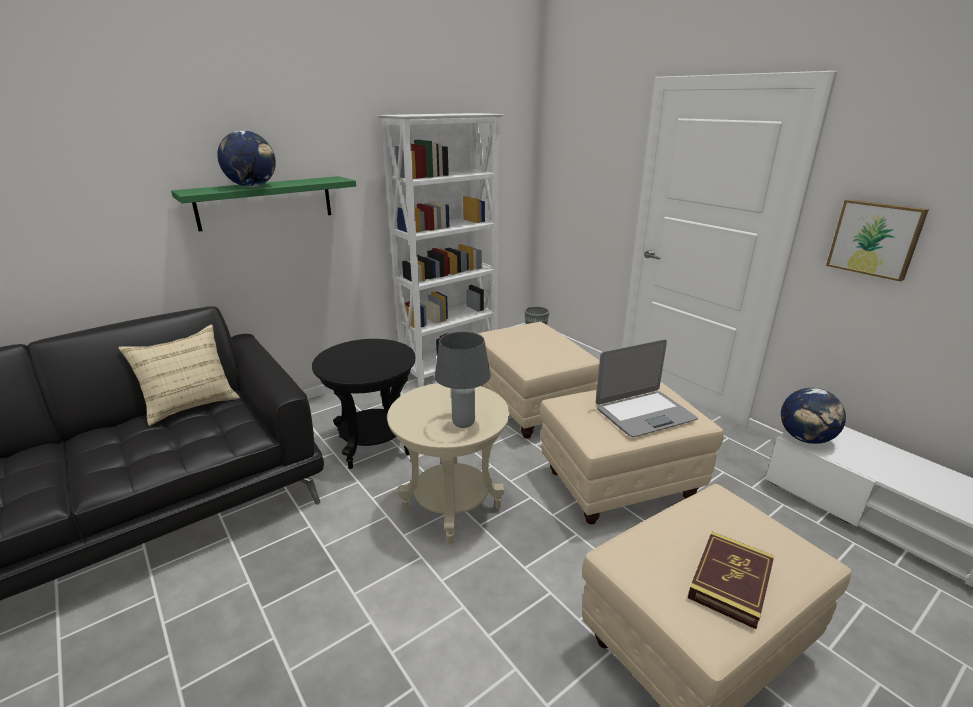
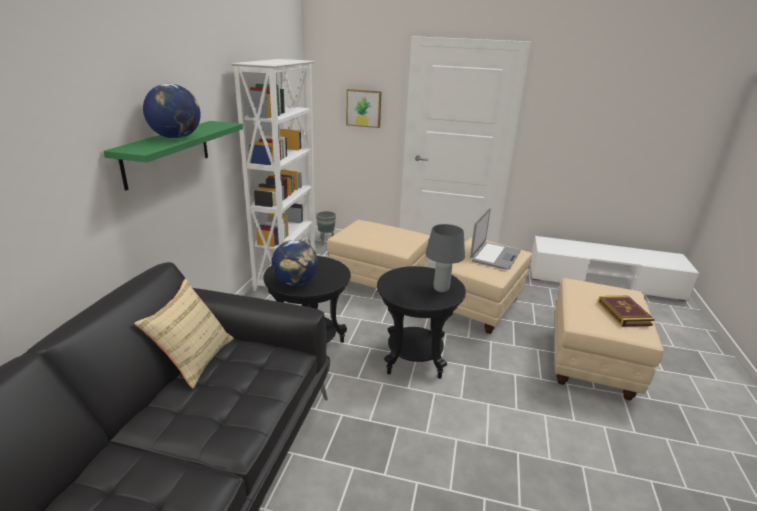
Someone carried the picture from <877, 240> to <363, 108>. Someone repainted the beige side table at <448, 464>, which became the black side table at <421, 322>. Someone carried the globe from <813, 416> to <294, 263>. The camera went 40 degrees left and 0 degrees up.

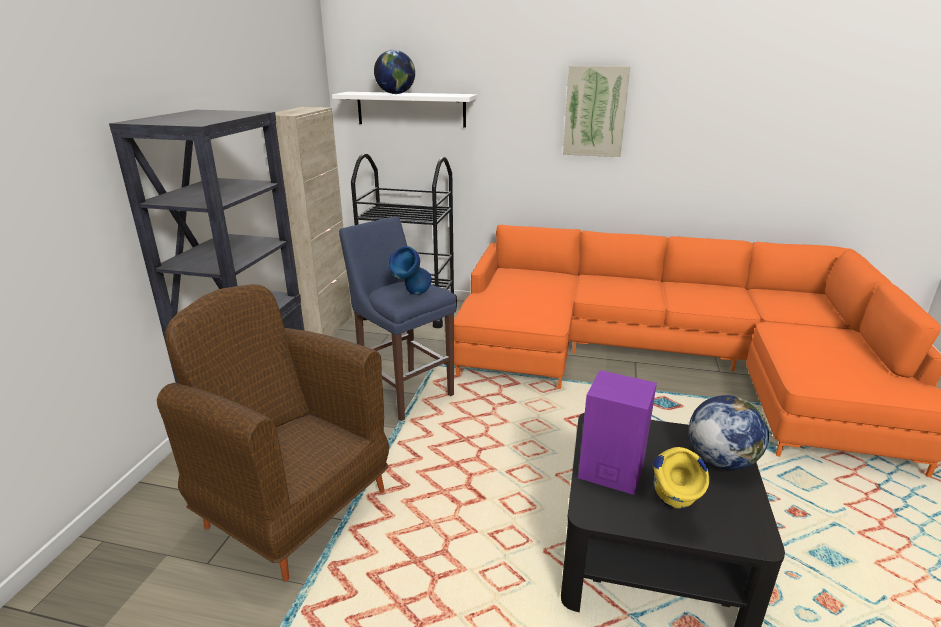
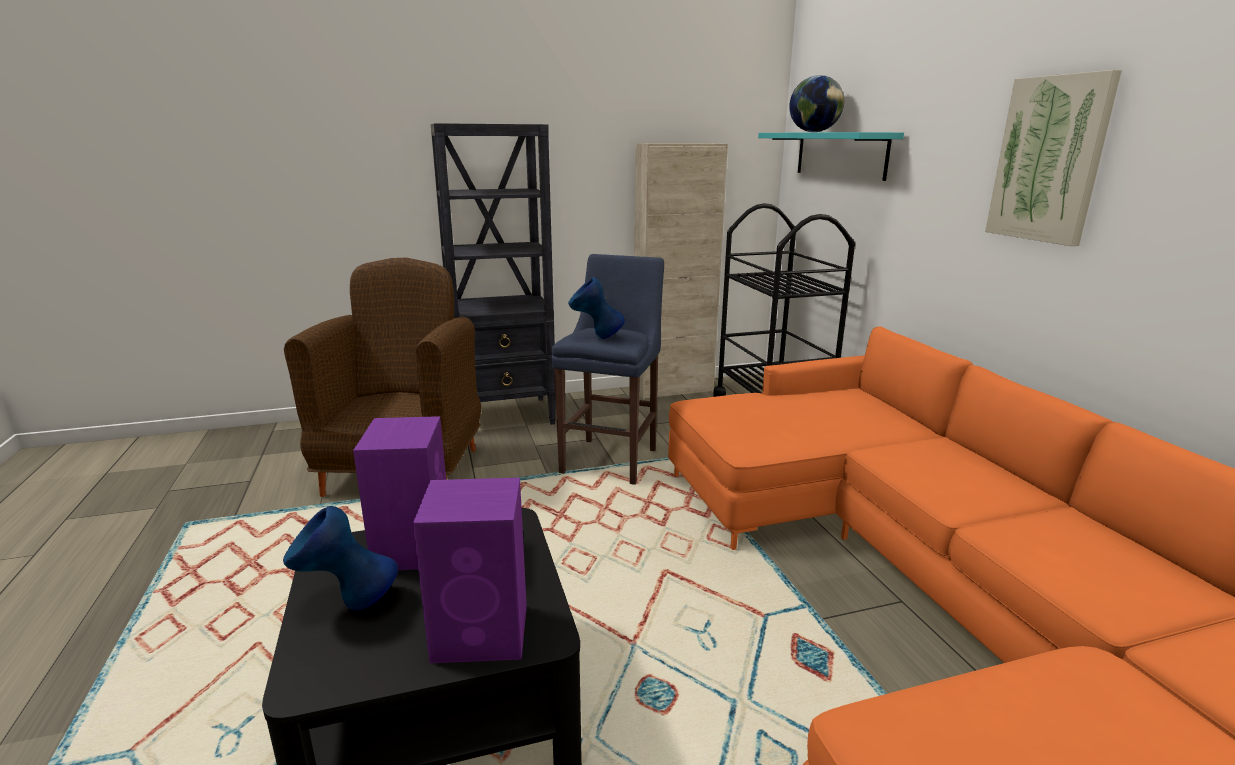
Someone repainted the white shelf at <404, 110>, which became the turquoise shelf at <831, 156>. Someone swapped the globe at <729, 432> for the purple speaker at <470, 570>. Someone repainted the yellow vase at <681, 478>, which became the blue vase at <340, 558>. The camera went 60 degrees right and 5 degrees down.

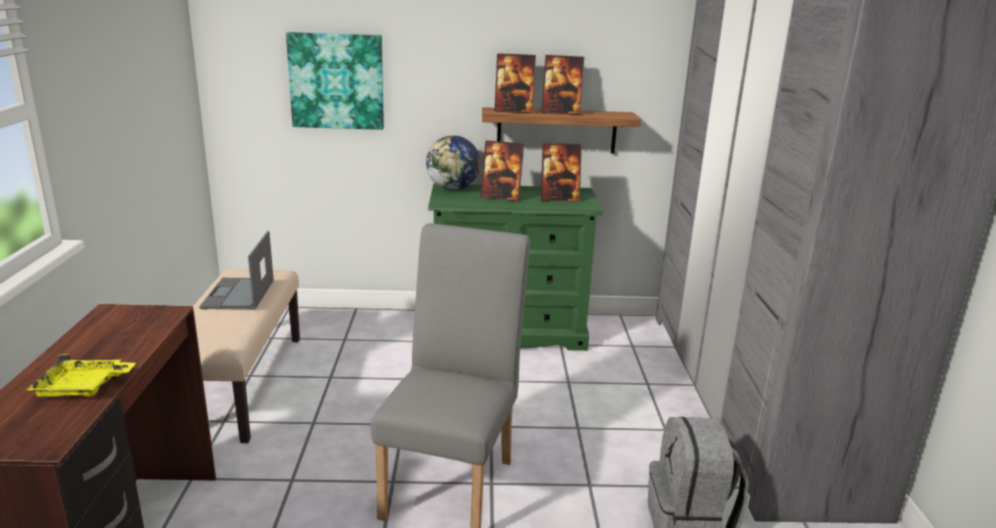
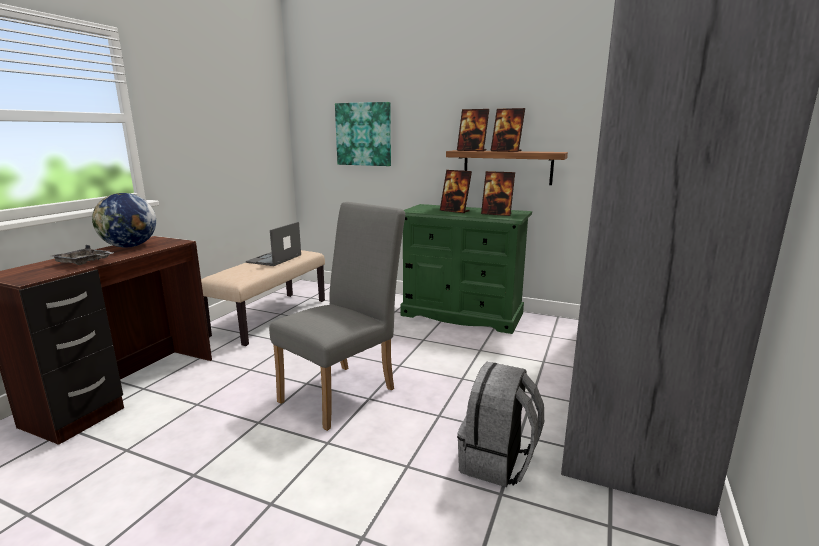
Someone carried the globe from <453, 162> to <124, 220>. Someone repainted the yellow tray at <81, 375>, which became the grey tray at <82, 255>. The camera went 25 degrees right and 5 degrees down.

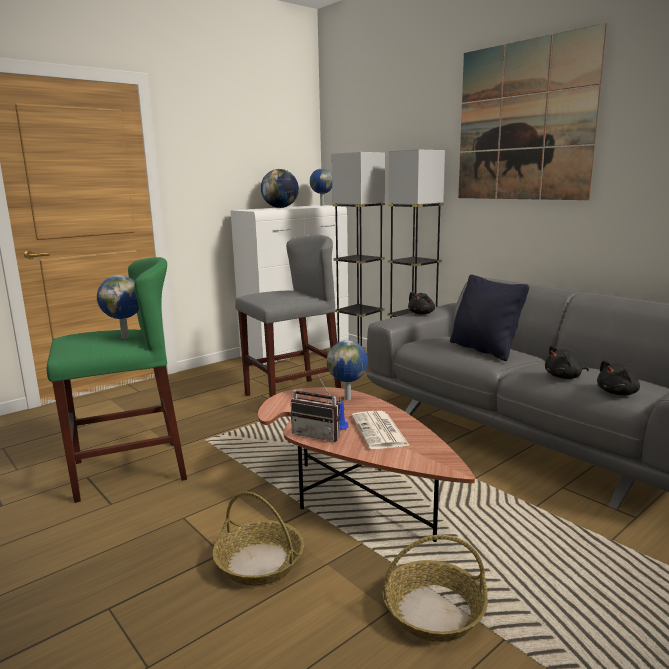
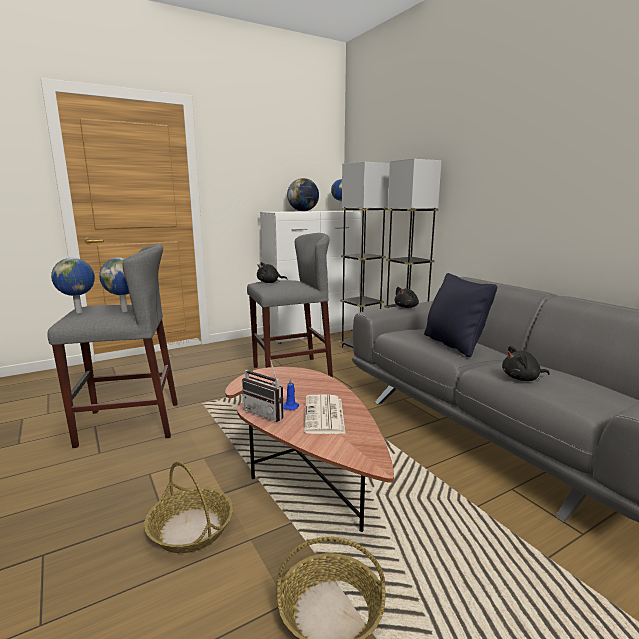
Someone took away the picture at <532, 111>. Someone repainted the green stool at <117, 380>, which became the grey stool at <112, 346>. Someone carried the globe from <347, 370> to <73, 285>. Someone carried the black plush toy from <618, 377> to <272, 272>. The camera went 10 degrees right and 0 degrees up.

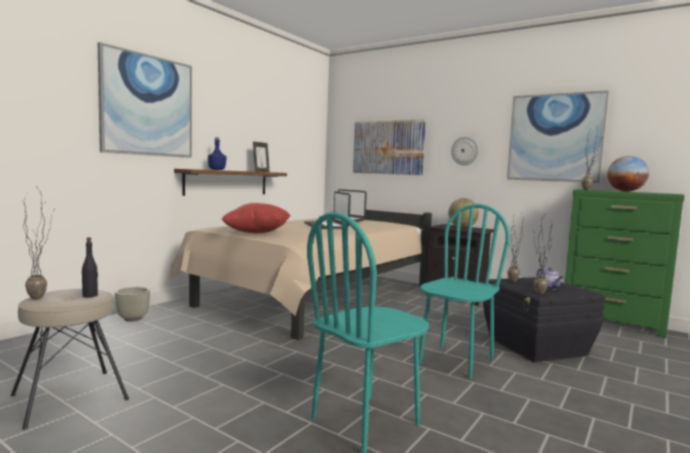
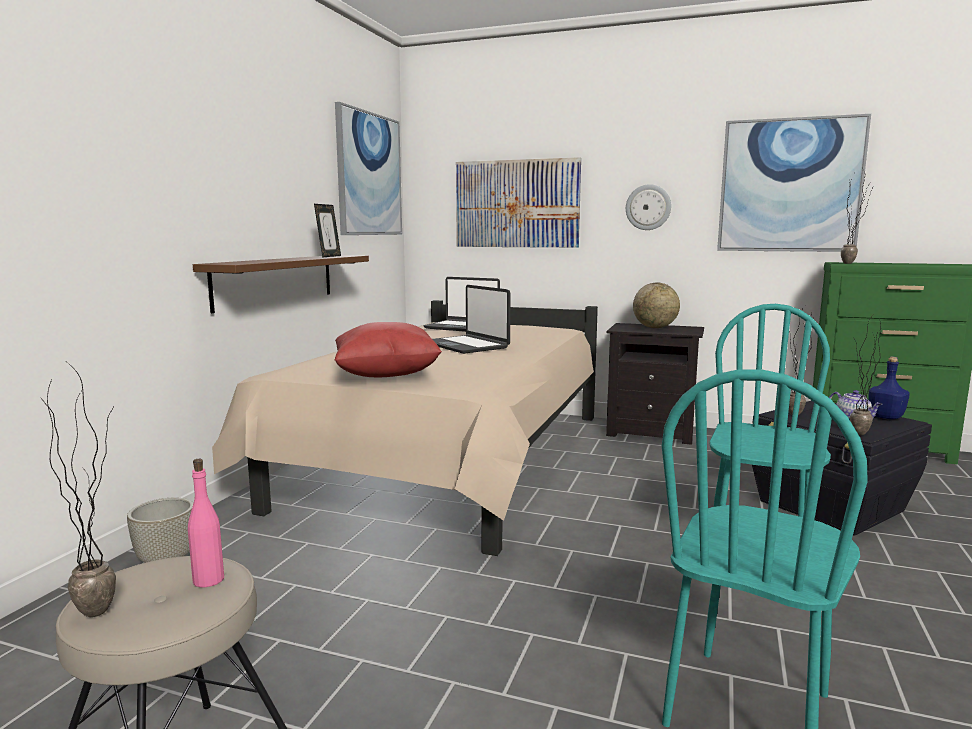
Someone carried the picture from <145, 100> to <368, 168>. Someone carried the blue bottle from <217, 153> to <889, 388>. Someone took away the globe at <628, 174>. Someone repainted the black bottle at <90, 267>, which became the pink bottle at <206, 523>. The camera went 15 degrees left and 5 degrees up.

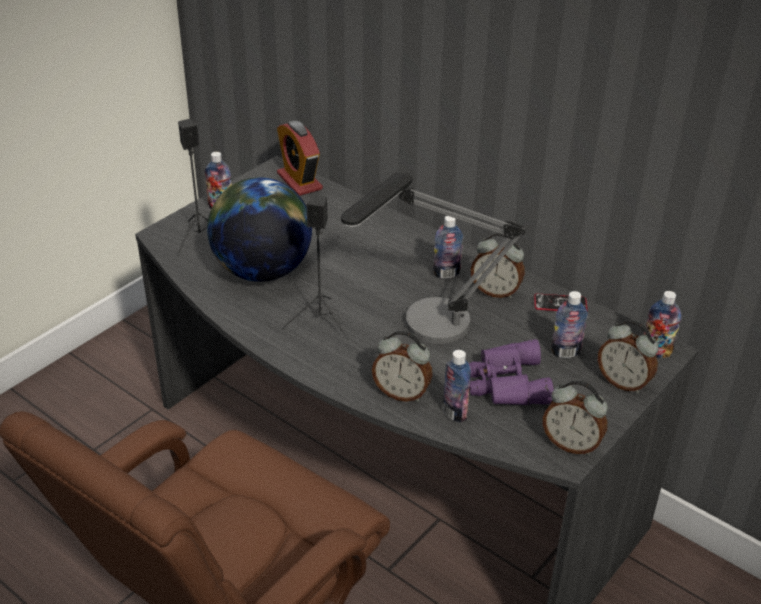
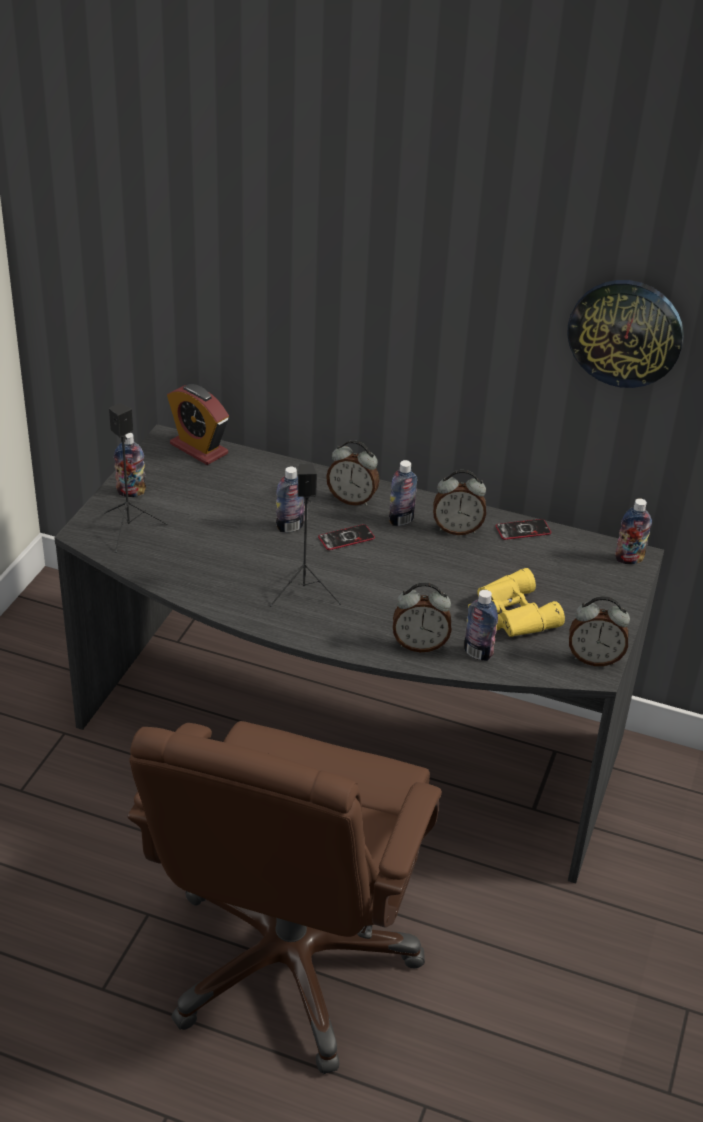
Someone took away the table lamp at <433, 258>. Someone took away the globe at <259, 229>. Someone carried the bottle from <569, 324> to <290, 499>. Someone carried the alarm clock from <628, 356> to <353, 473>. Someone repainted the purple binoculars at <511, 372>, which became the yellow binoculars at <516, 602>. Someone put up the wall clock at <625, 334>. Someone put down the phone at <346, 537>. The camera went 20 degrees left and 0 degrees up.

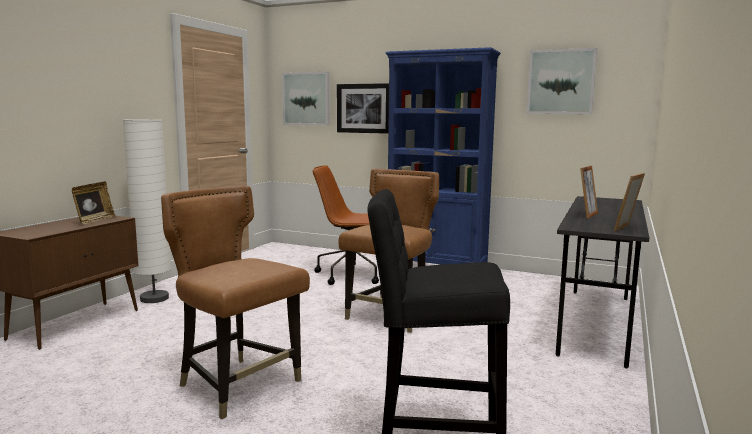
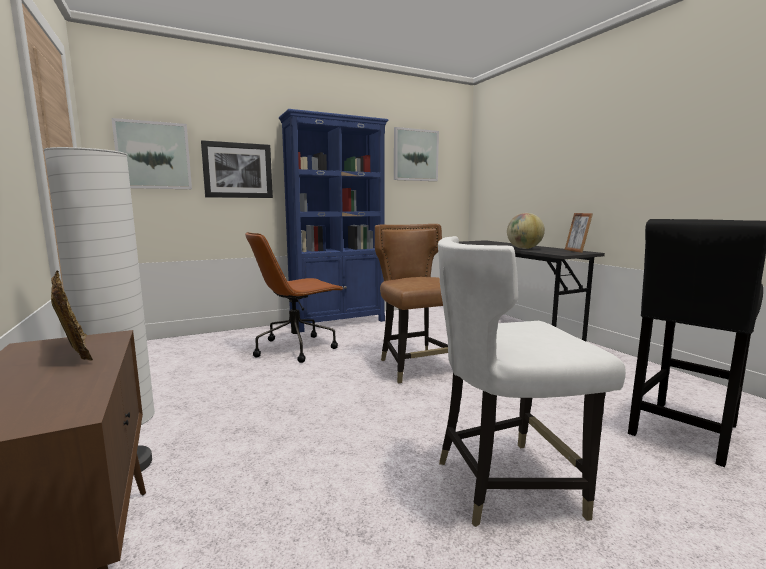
Someone swapped the picture frame at <589, 192> for the globe at <526, 231>. Someone repainted the brown chair at <235, 302>, which became the white chair at <532, 381>. The camera went 50 degrees left and 0 degrees up.

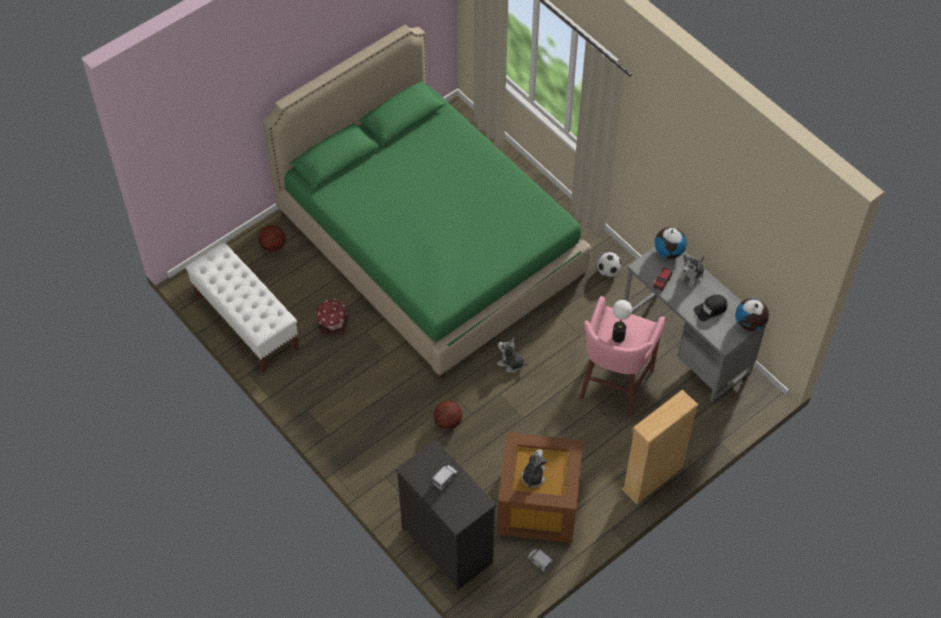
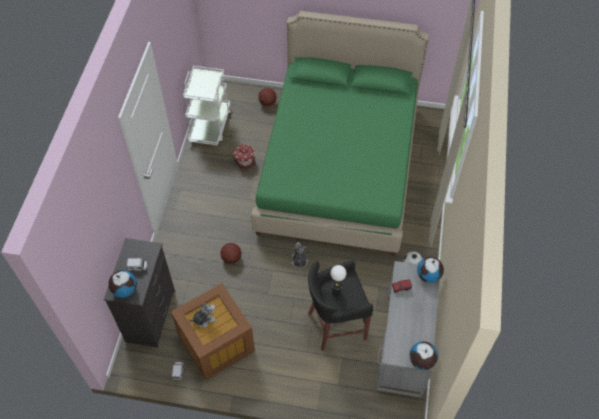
Someone swapped the white bench at <242, 307> for the white cart at <207, 106>. Someone took away the plush toy at <691, 271>. Someone took away the black cap at <710, 308>. Someone repainted the pink stool at <622, 356>, which became the black stool at <340, 305>. Someone took away the beige bookcase at <660, 447>. Someone put down the globe at <122, 284>. The camera went 50 degrees right and 0 degrees up.

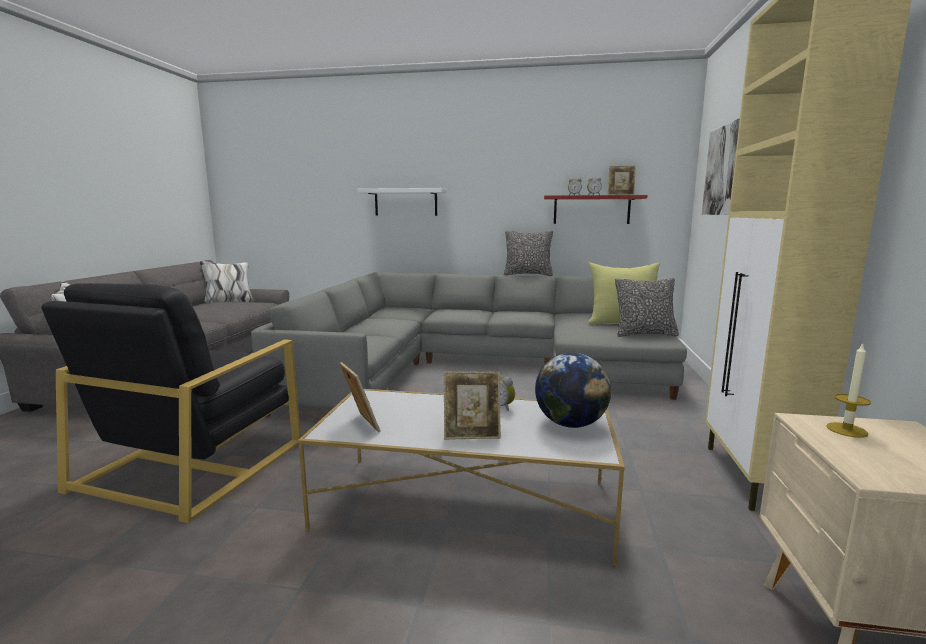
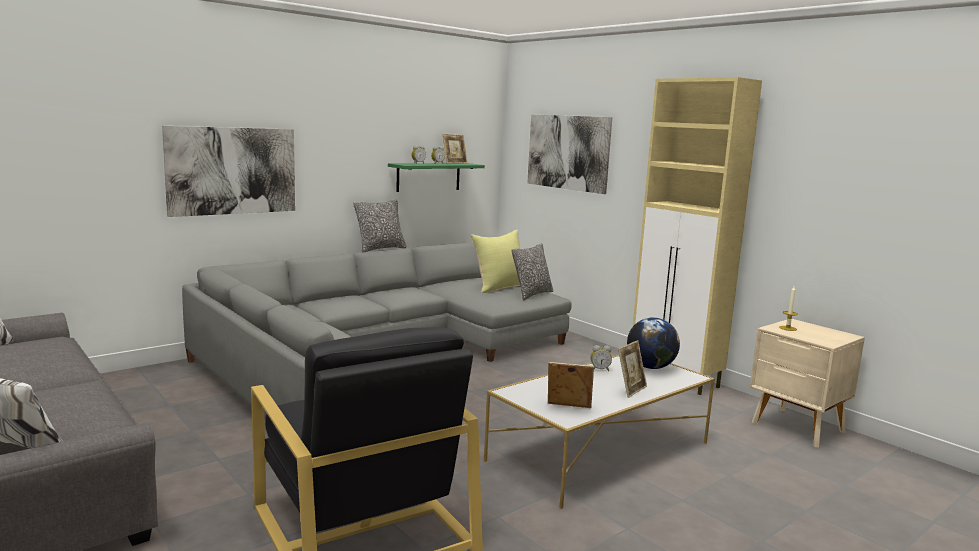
Someone swapped the white shelf at <402, 202> for the picture at <228, 171>. Someone repainted the red shelf at <595, 209>, which became the green shelf at <436, 177>. The camera went 50 degrees left and 0 degrees up.

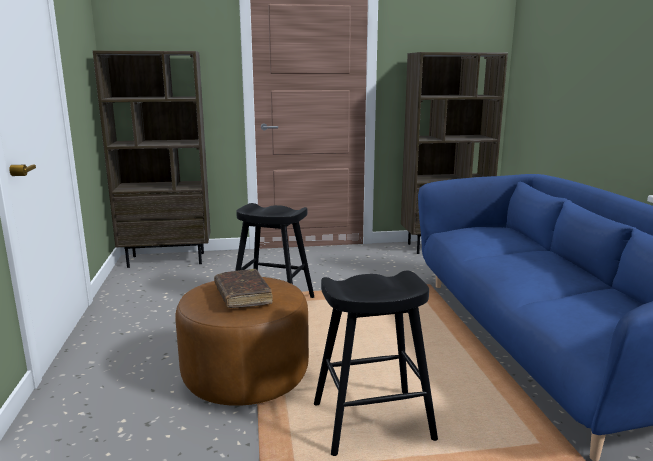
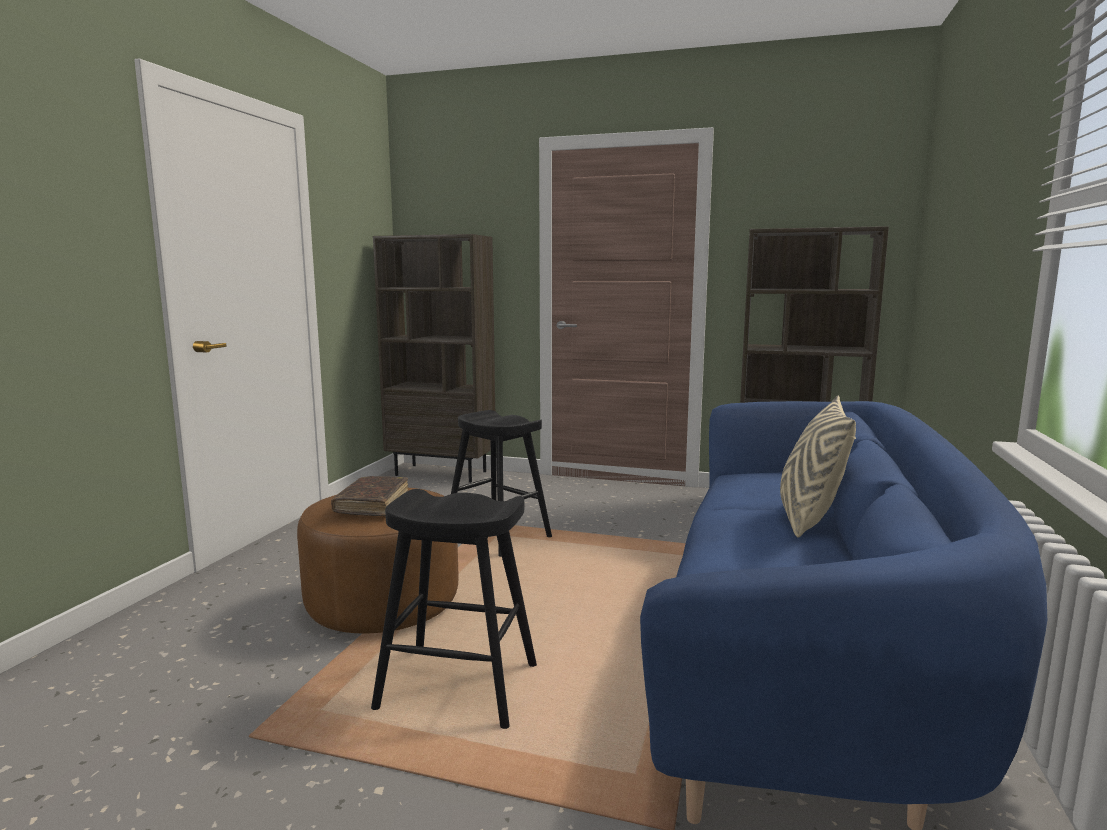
Someone put down the beige pillow at <818, 467>. The camera went 25 degrees right and 5 degrees down.

